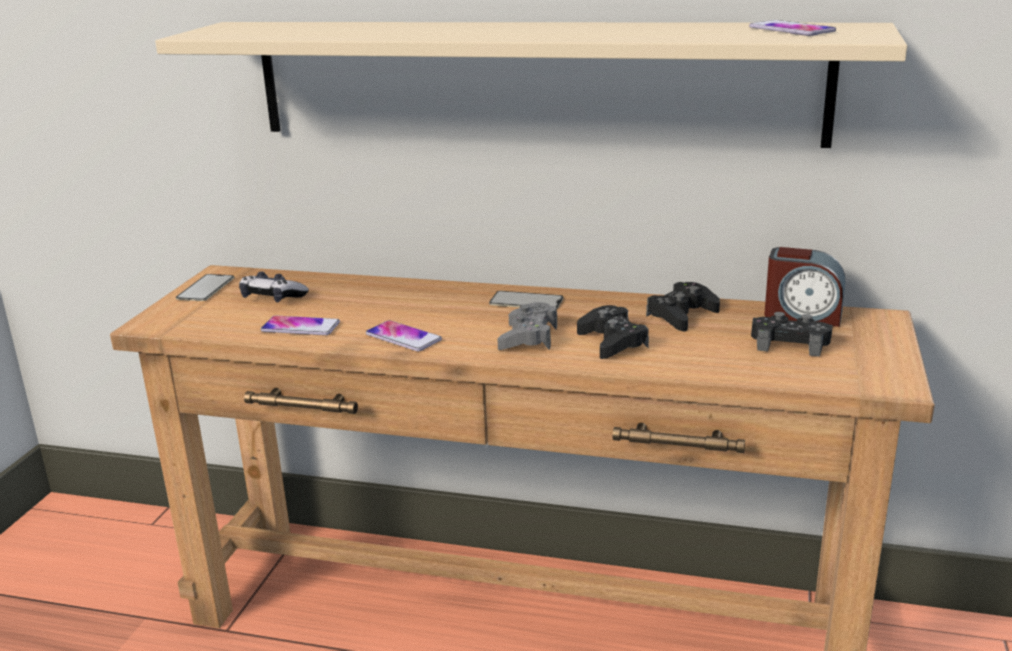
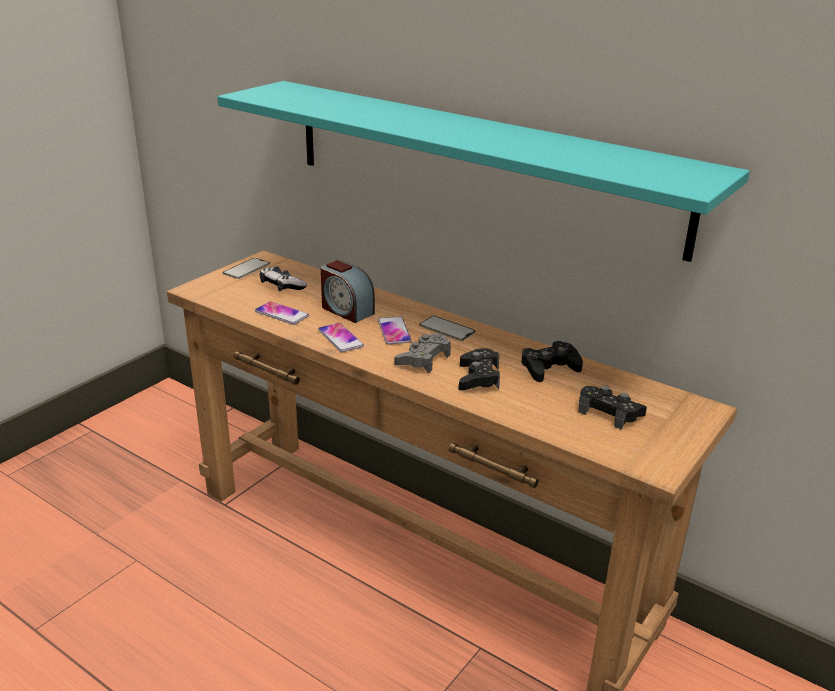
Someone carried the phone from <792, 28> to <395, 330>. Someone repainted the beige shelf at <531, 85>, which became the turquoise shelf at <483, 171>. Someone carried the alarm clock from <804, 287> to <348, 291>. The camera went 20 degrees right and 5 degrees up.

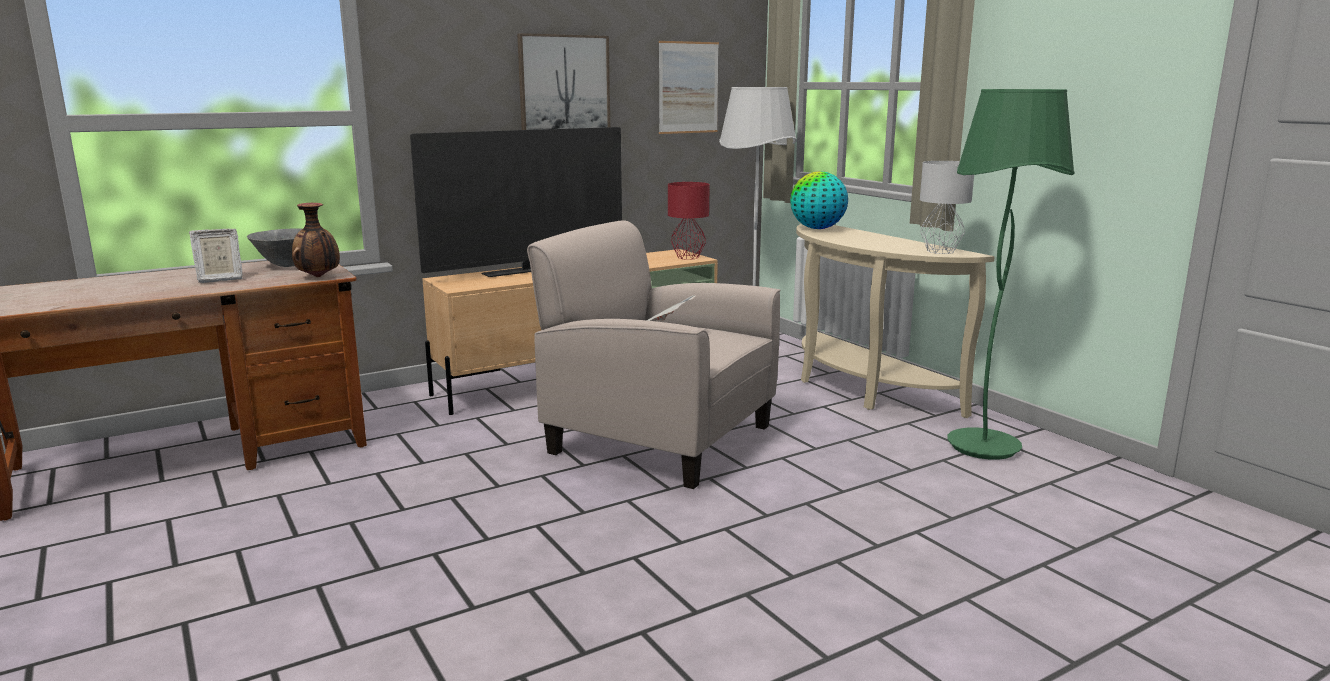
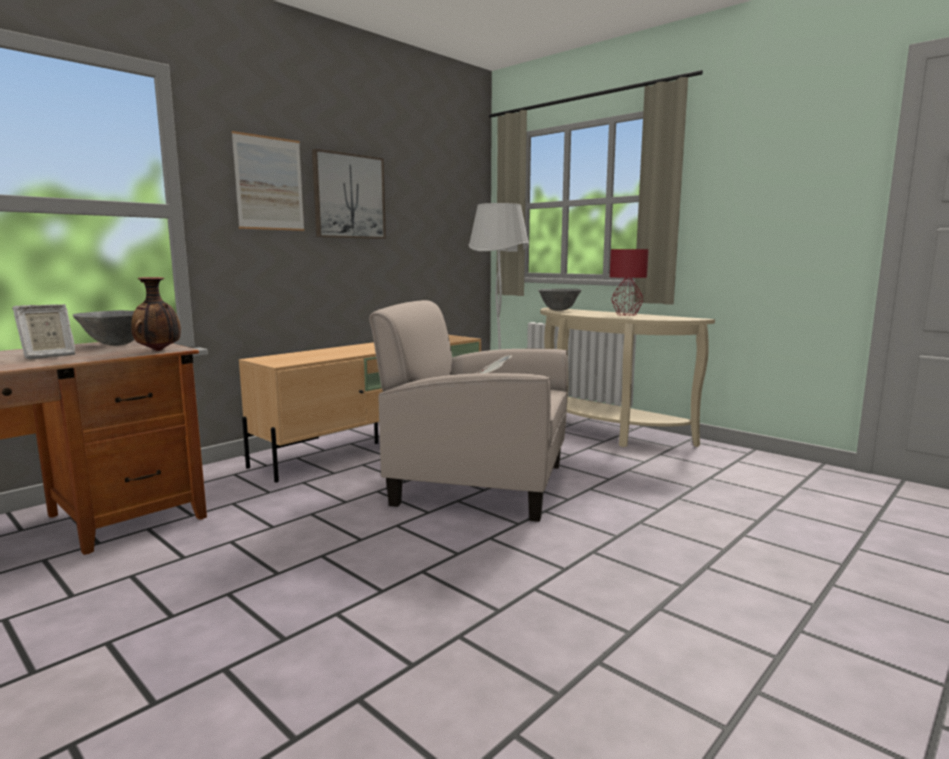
Someone carried the picture from <689, 87> to <268, 181>. Someone took away the green floor lamp at <1011, 274>. Someone took away the television at <516, 202>. Someone took away the grey table lamp at <947, 207>. Someone swapped the globe at <819, 200> for the grey bowl at <559, 300>. Someone carried the red table lamp from <689, 221> to <629, 282>. The camera went 15 degrees left and 5 degrees down.

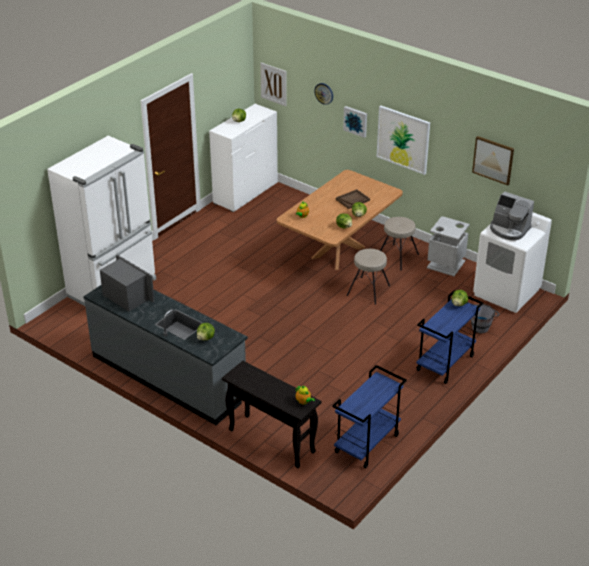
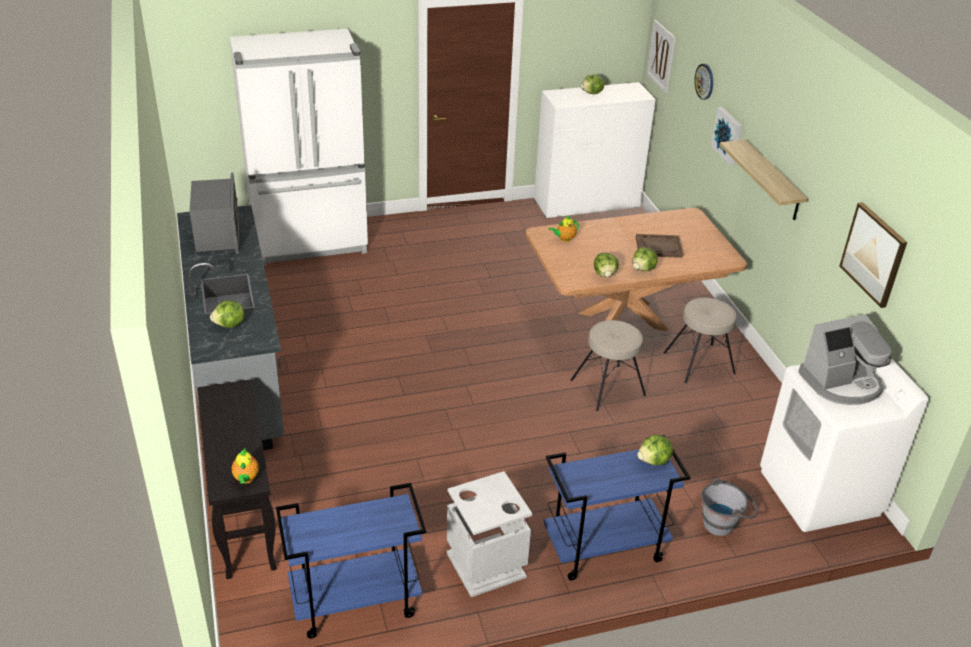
Someone swapped the picture at <403, 140> for the shelf at <764, 179>. Someone rotated the coffee machine at <512, 216> by 90 degrees counterclockwise. Someone carried the grey trash can from <448, 246> to <489, 534>. The camera went 35 degrees right and 0 degrees up.

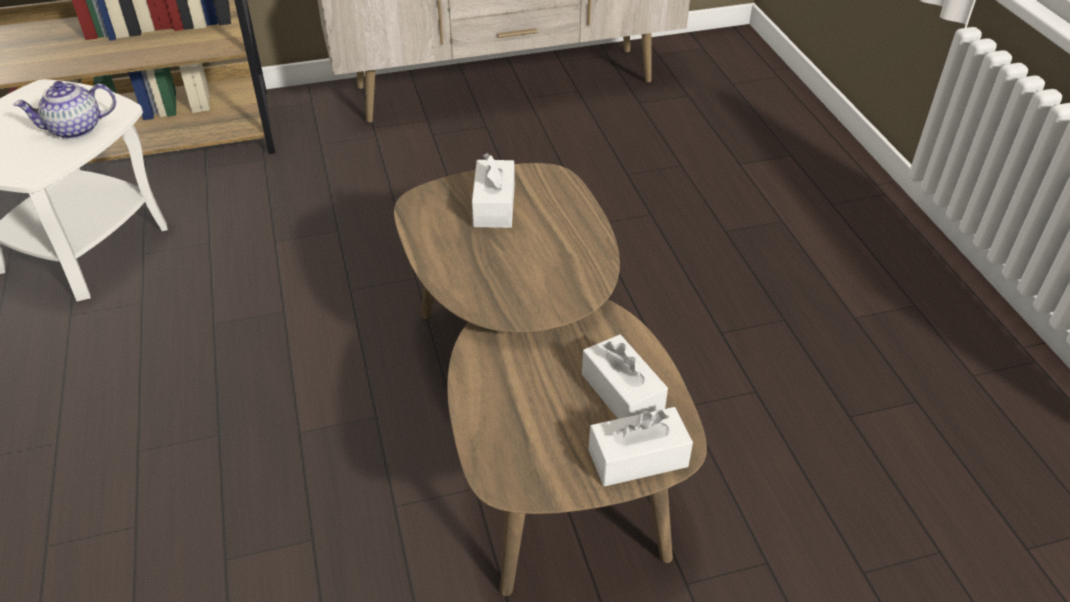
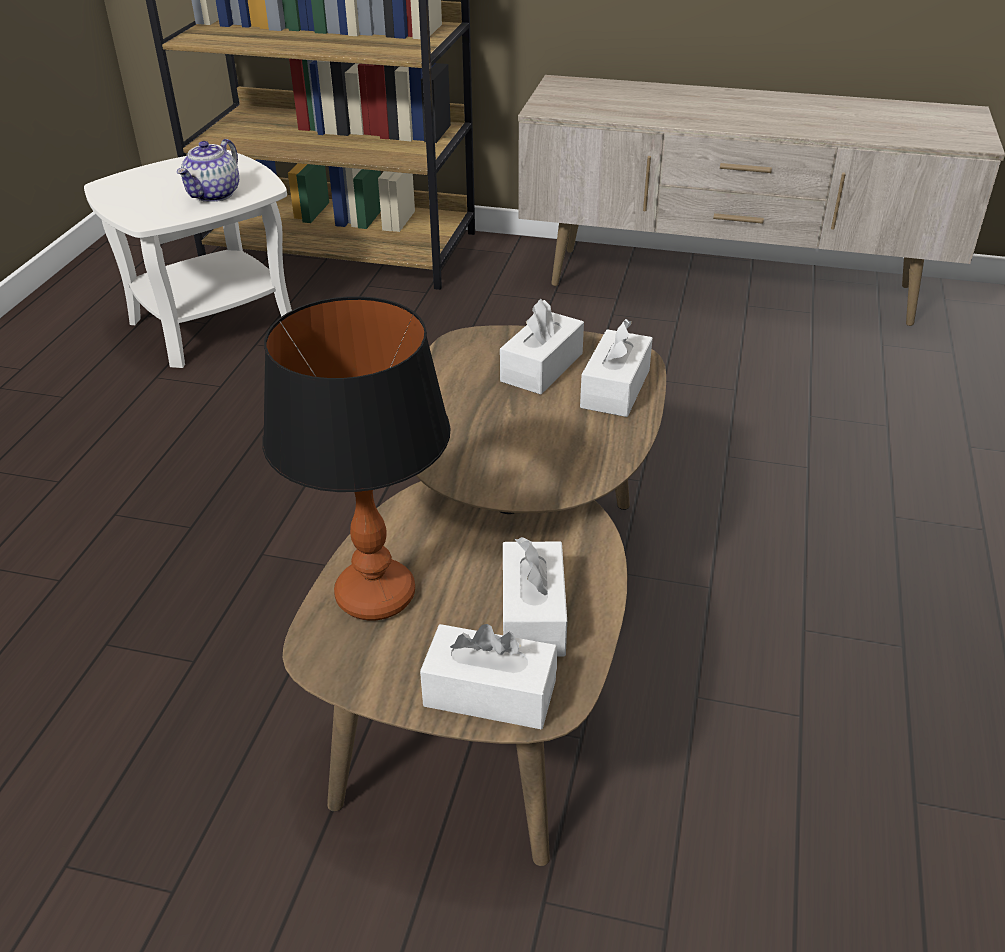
Someone rotated the teapot at <64, 110> by 75 degrees counterclockwise. Someone put down the table lamp at <356, 458>. Someone put down the white tissue box at <616, 368>. The camera went 30 degrees right and 5 degrees down.

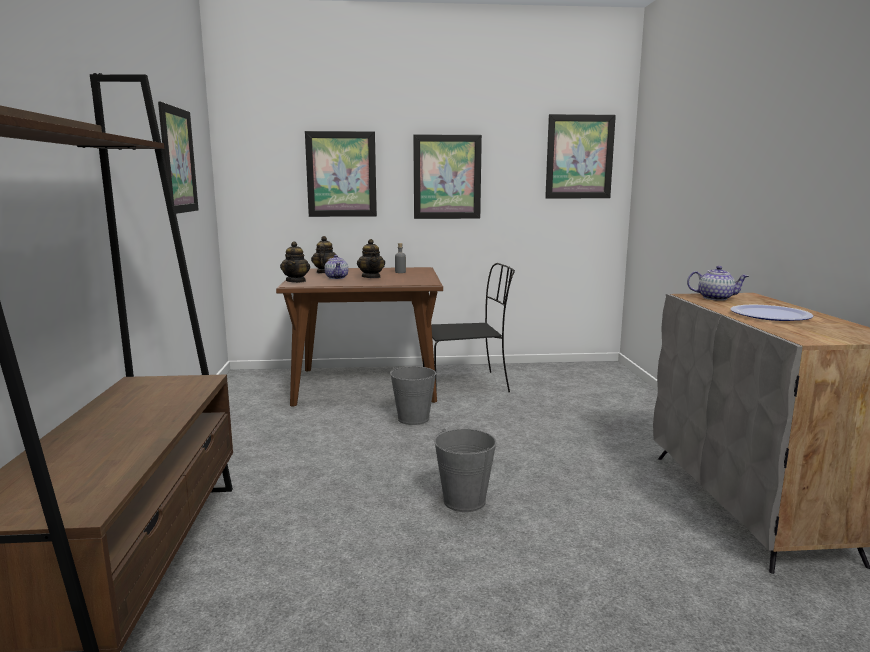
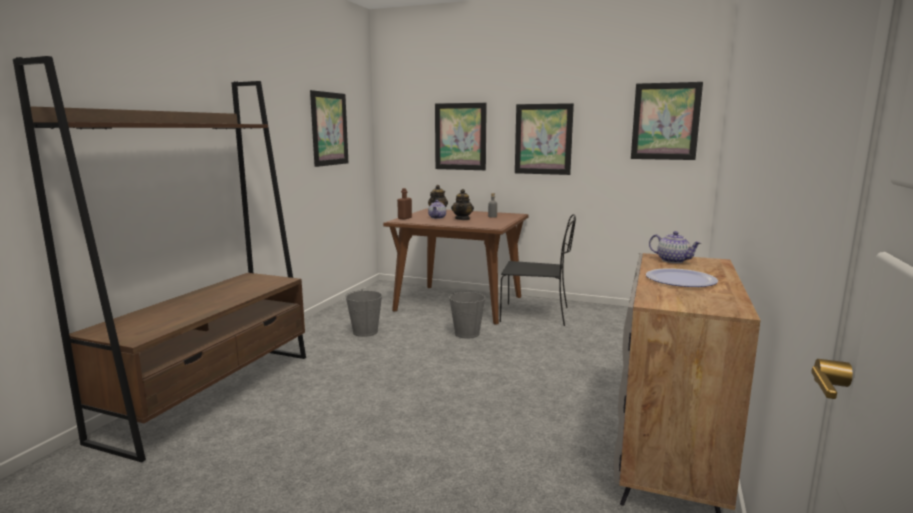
Someone swapped the teapot at <295, 262> for the brown bottle at <404, 204>. Someone carried the grey bucket from <465, 470> to <363, 313>. The camera went 25 degrees right and 0 degrees up.

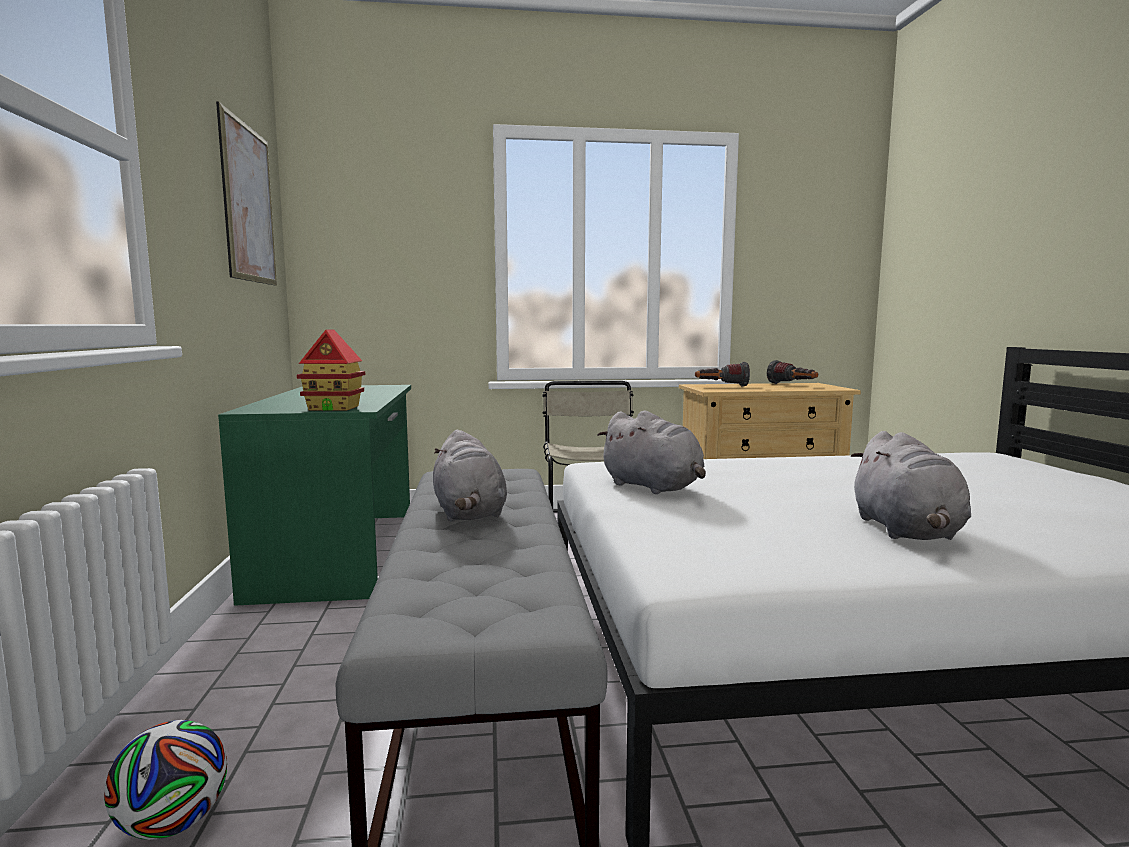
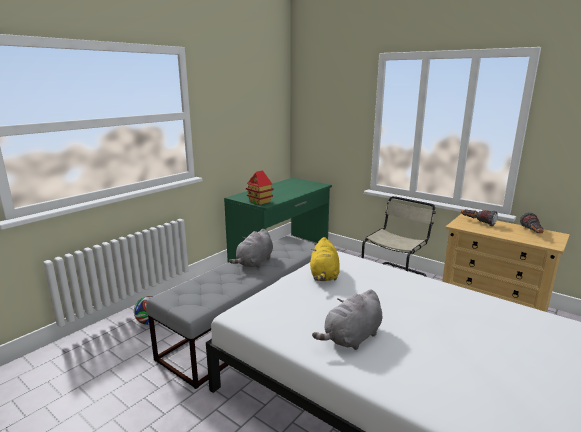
Someone took away the picture at <246, 193>. Someone repainted the grey plush toy at <652, 452>, which became the yellow plush toy at <325, 259>. The camera went 45 degrees right and 10 degrees up.

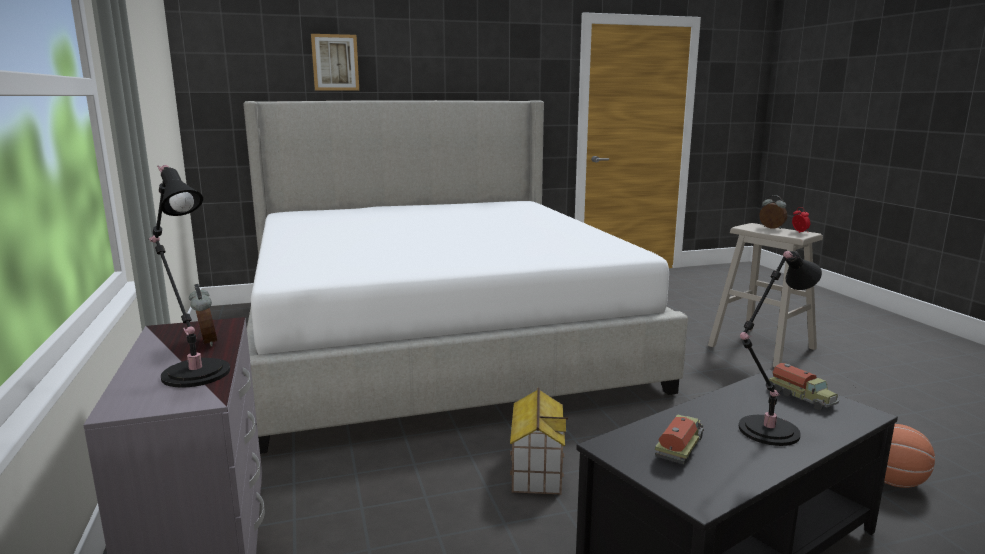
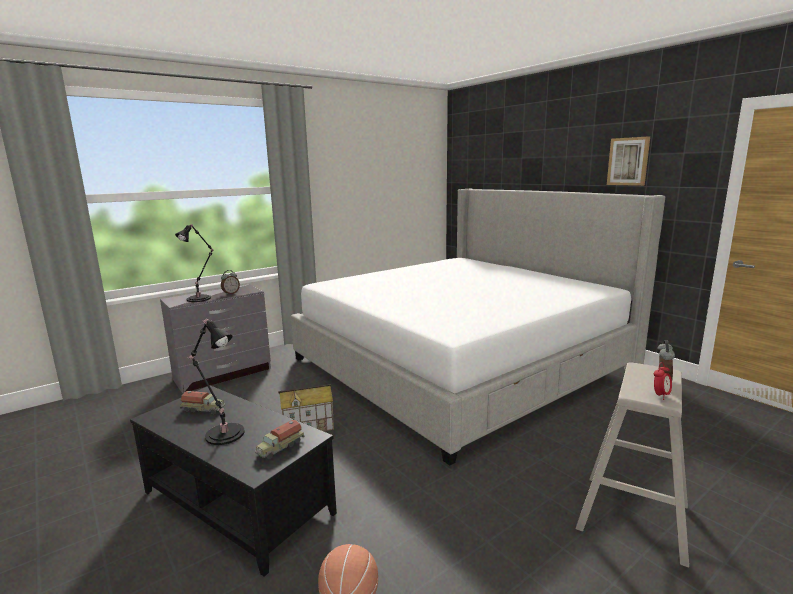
Someone carried the picture from <335, 62> to <628, 161>. The camera went 70 degrees right and 0 degrees up.

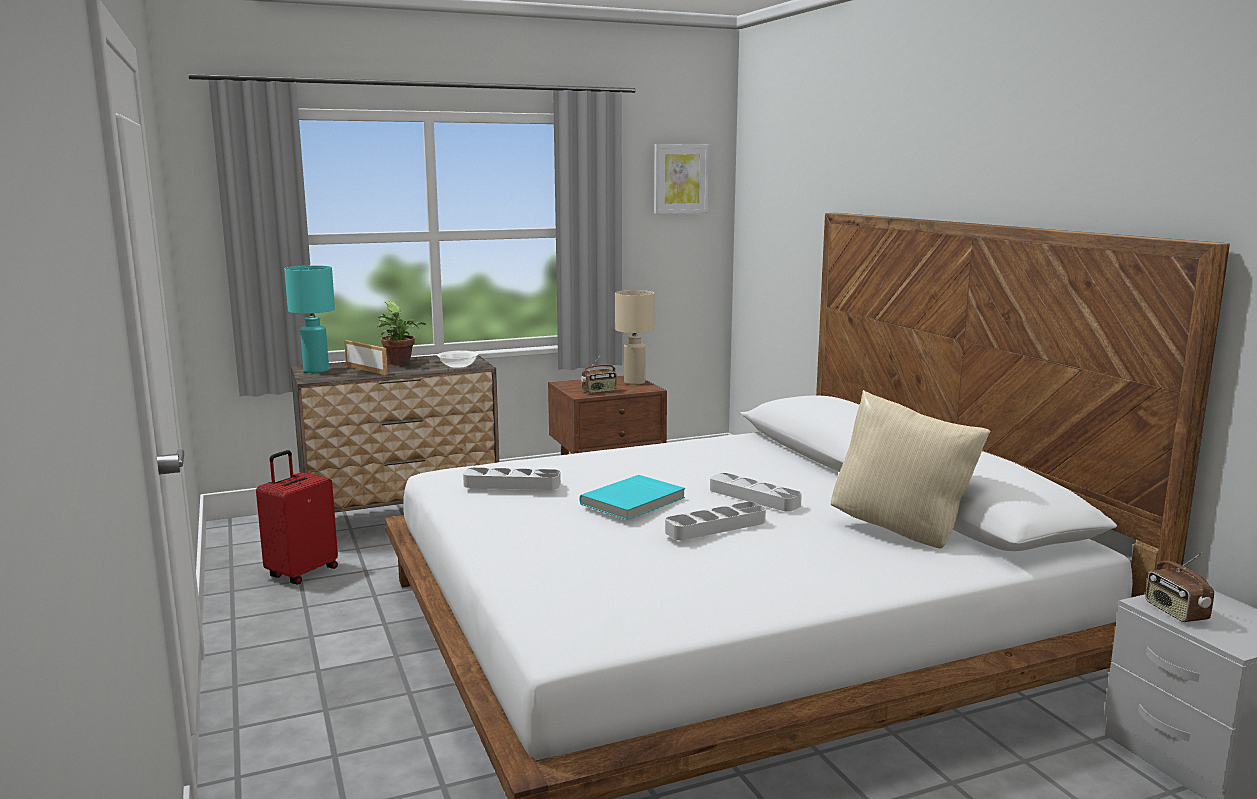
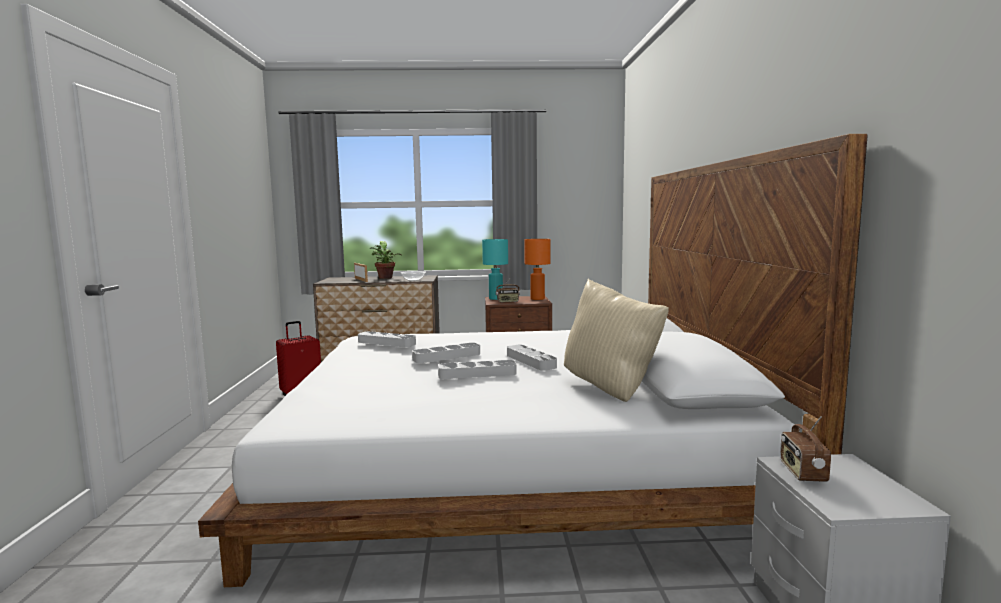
Someone took away the picture at <681, 179>. Someone carried the turquoise table lamp from <309, 319> to <495, 269>. Someone repainted the beige table lamp at <635, 337>, which became the orange table lamp at <537, 269>. Someone swapped the turquoise book at <632, 497> for the grey tray at <446, 353>. The camera went 20 degrees right and 5 degrees down.

